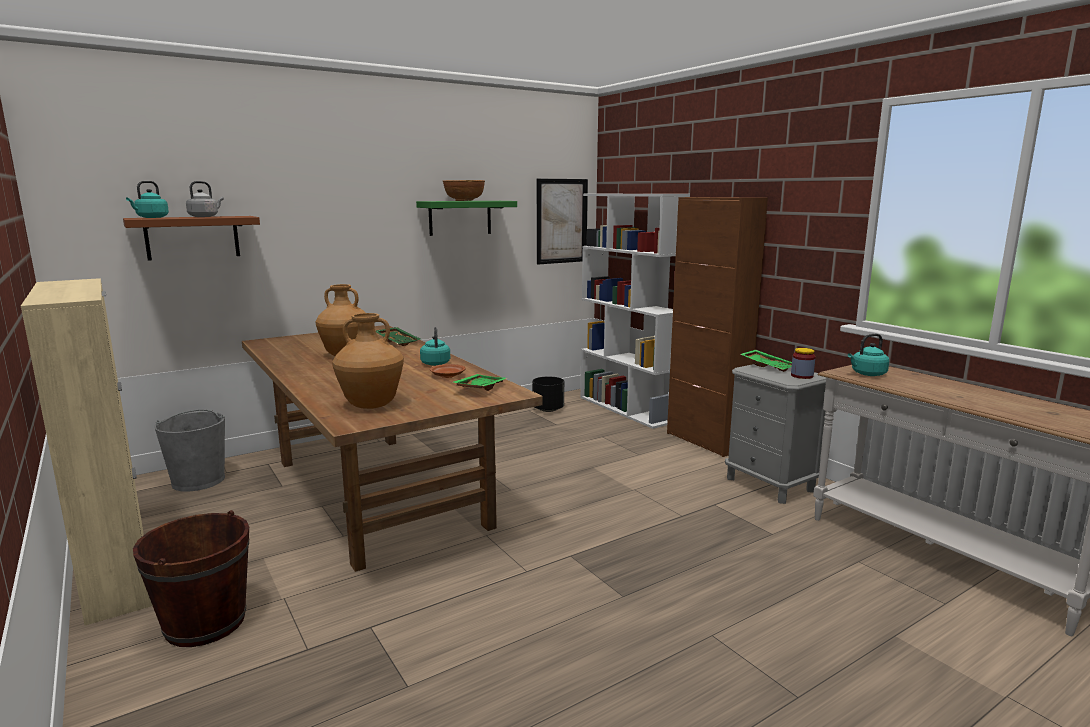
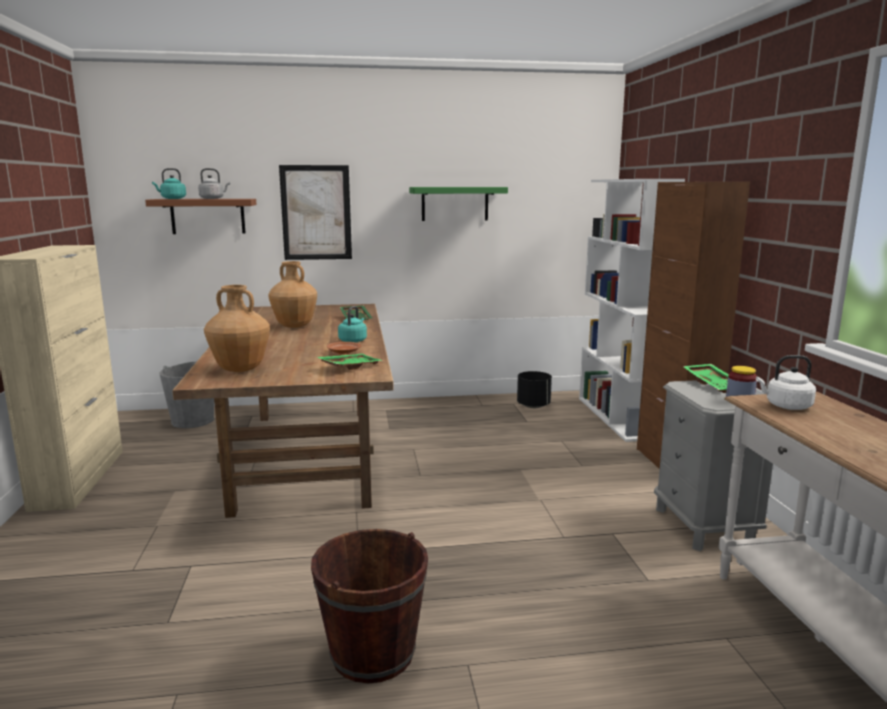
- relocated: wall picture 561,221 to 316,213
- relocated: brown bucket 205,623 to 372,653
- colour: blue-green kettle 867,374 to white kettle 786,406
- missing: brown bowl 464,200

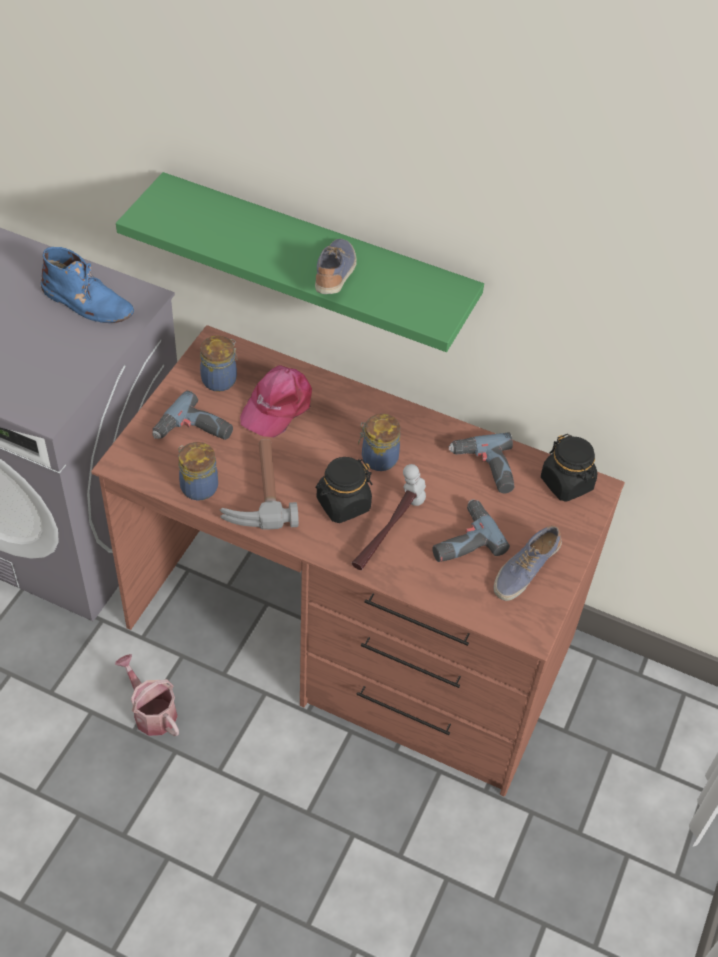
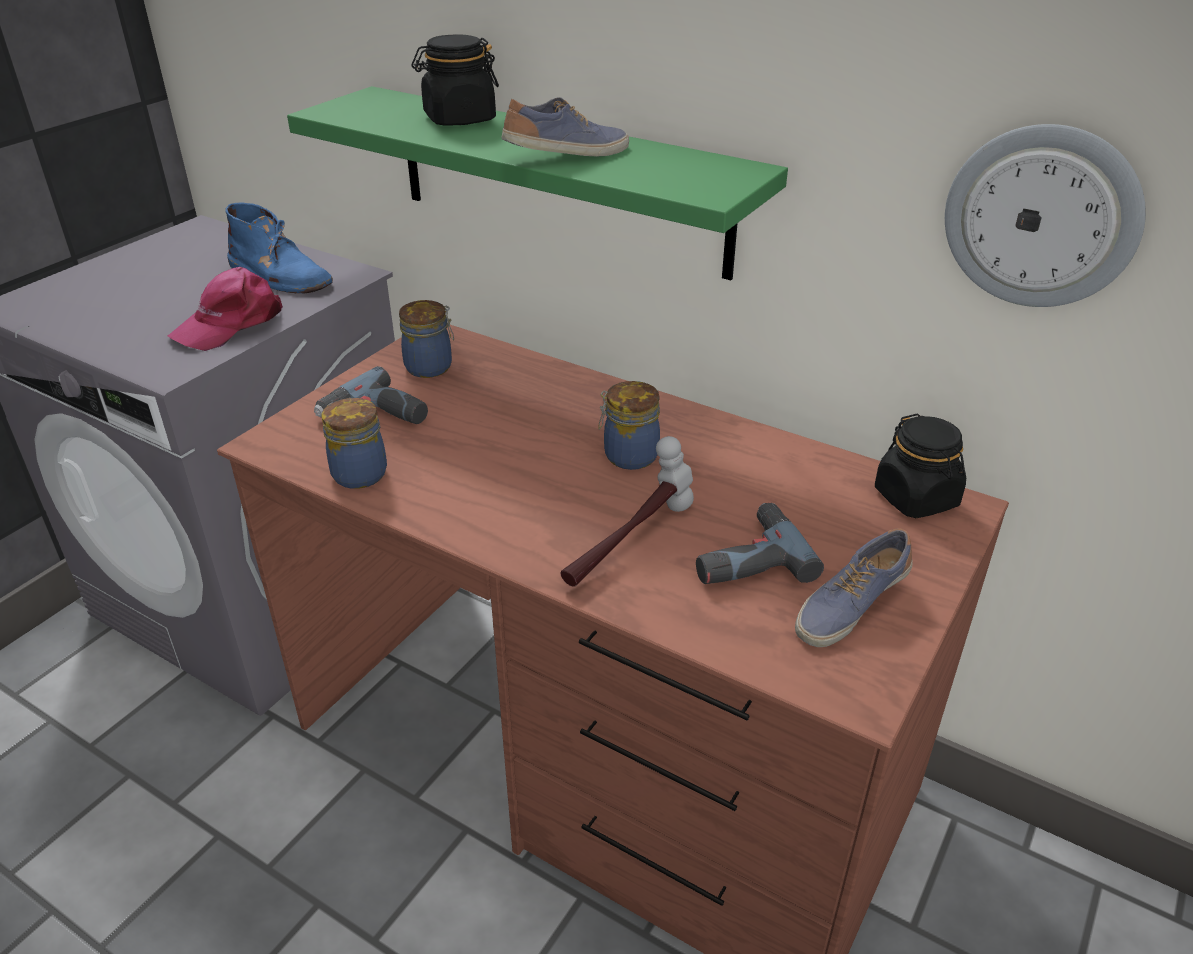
- relocated: pink cap 277,406 to 231,323
- relocated: black jar 343,504 to 459,119
- spun: item of footwear 335,275 = 568,155 45 degrees clockwise
- appeared: hanging clock 1041,217
- missing: watering pot 151,711
- missing: hand hammer 256,491
- missing: electric drill 484,469

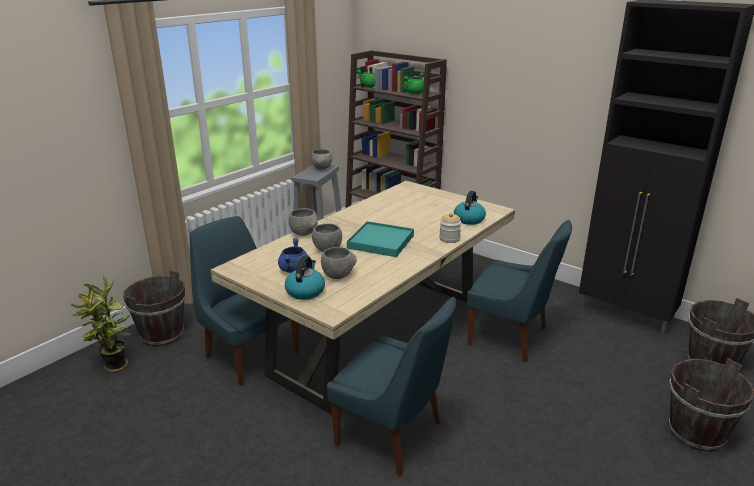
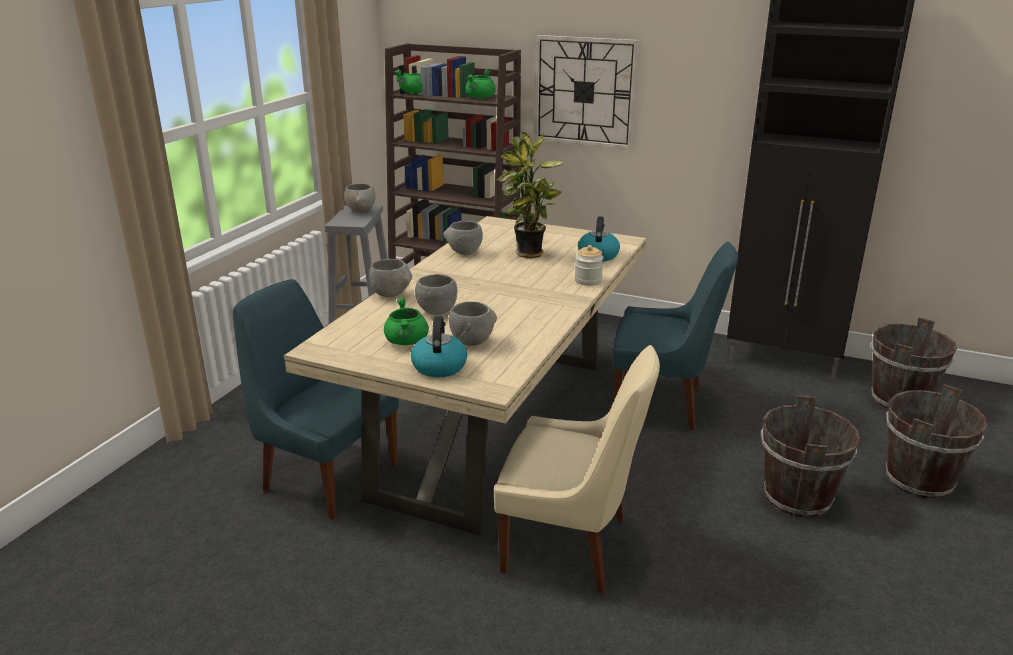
- colour: bluish saucepot 294,270 to green-coloured saucepot 407,342
- appeared: grey bowl 464,253
- colour: bluish chair 392,435 to beige-coloured chair 571,546
- relocated: potted plant 114,367 to 529,254
- appeared: hanging clock 584,91
- relocated: brown bucket 162,335 to 798,498
- missing: blue-green carrying tray 381,242

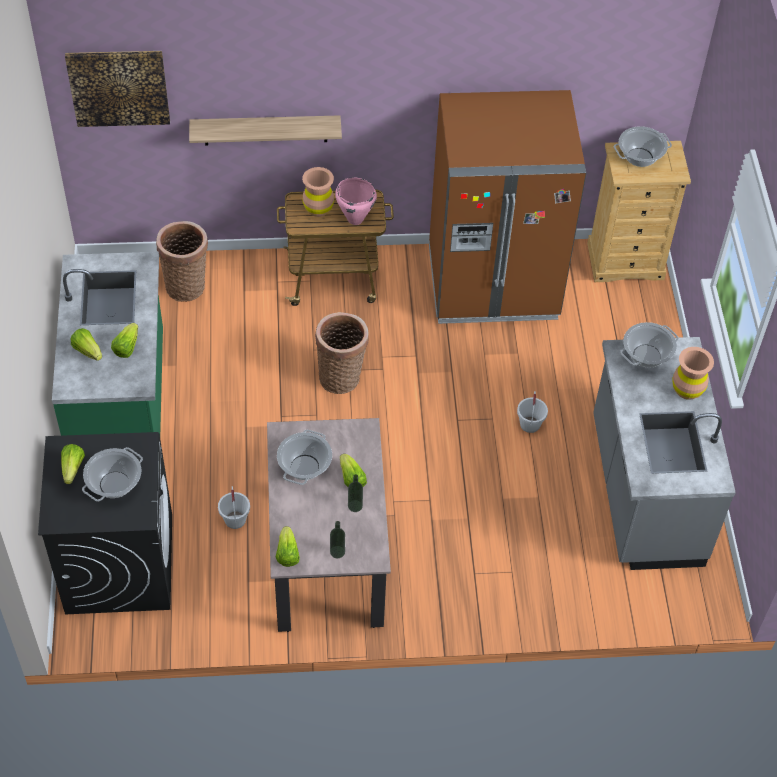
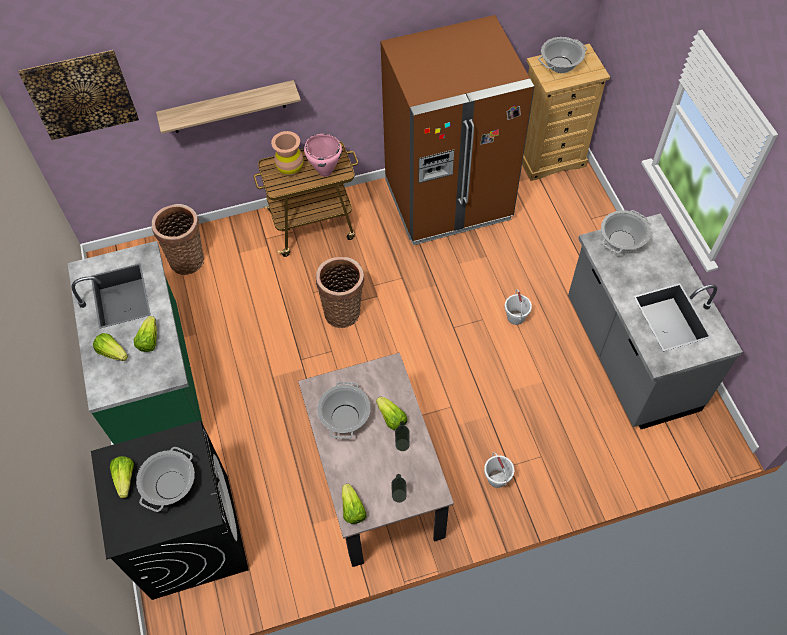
- relocated: white bucket 235,520 to 497,478
- missing: brown flower vase 687,389

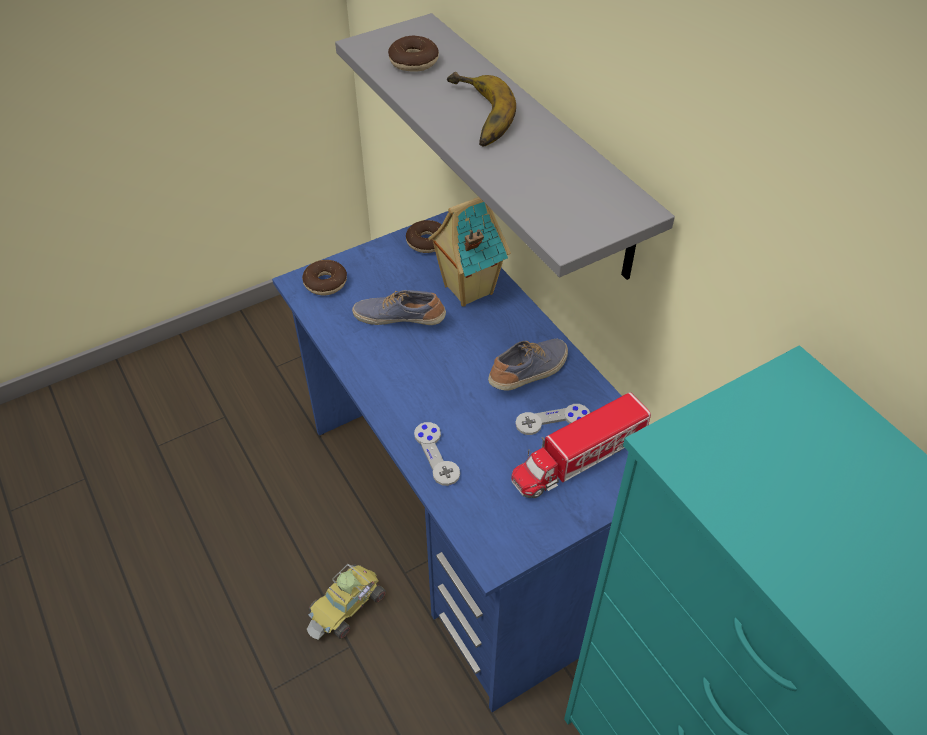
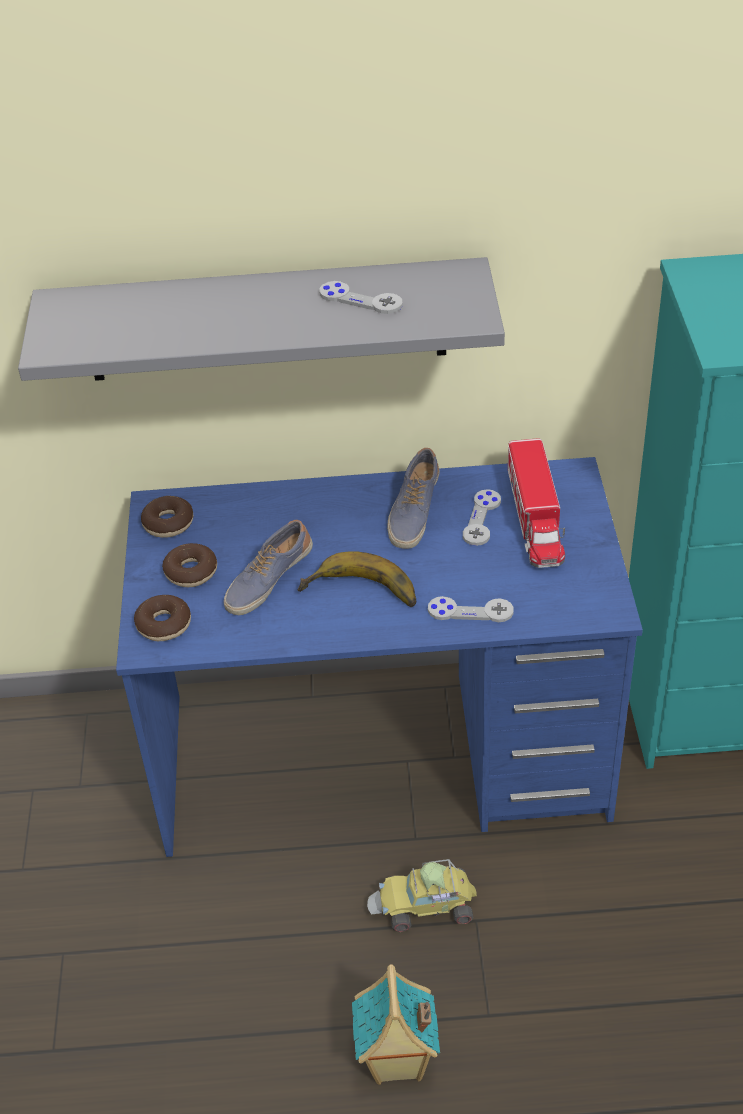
- relocated: ring doughnut 413,62 to 191,572
- relocated: banana fruit 473,116 to 360,595
- appeared: grey joypad 360,299
- relocated: miniature house 467,289 to 396,1063
- spun: toy car 347,606 = 426,906 105 degrees clockwise
- spun: item of footwear 529,373 = 413,513 150 degrees counterclockwise

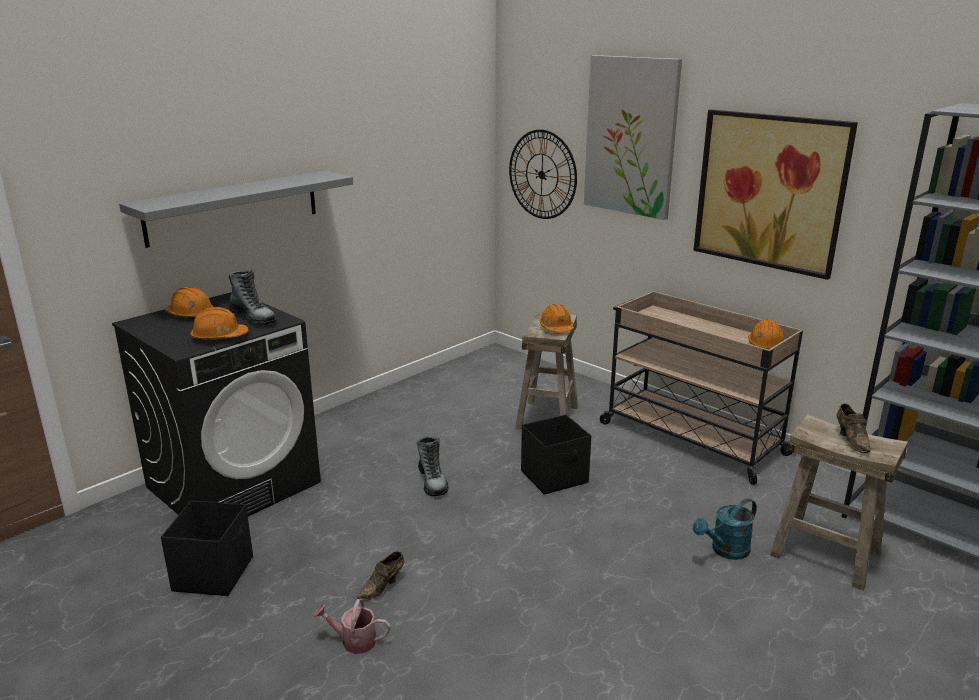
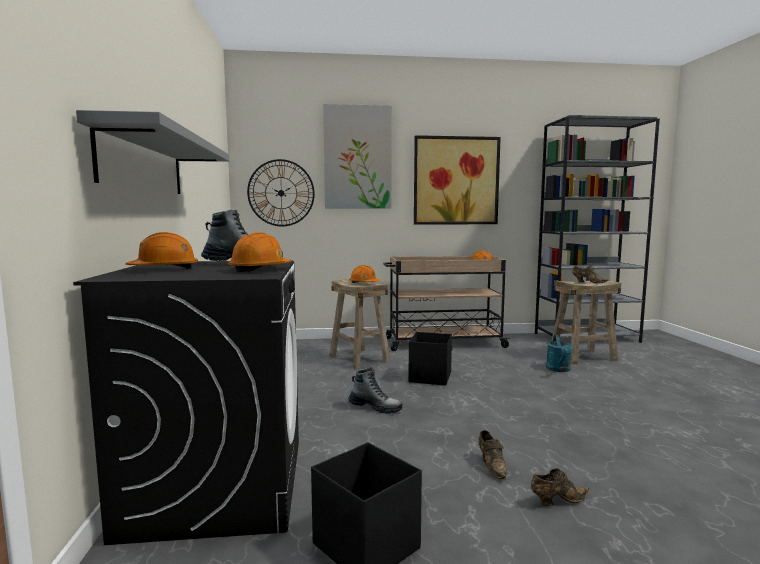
- exchanged: watering pot 354,641 to brown item of footwear 557,500

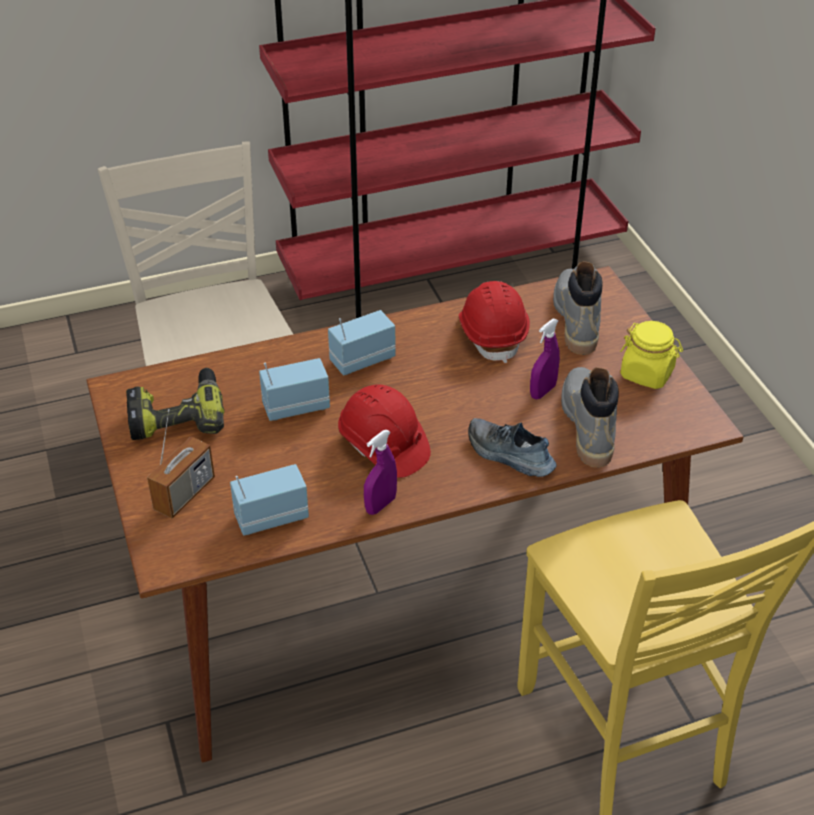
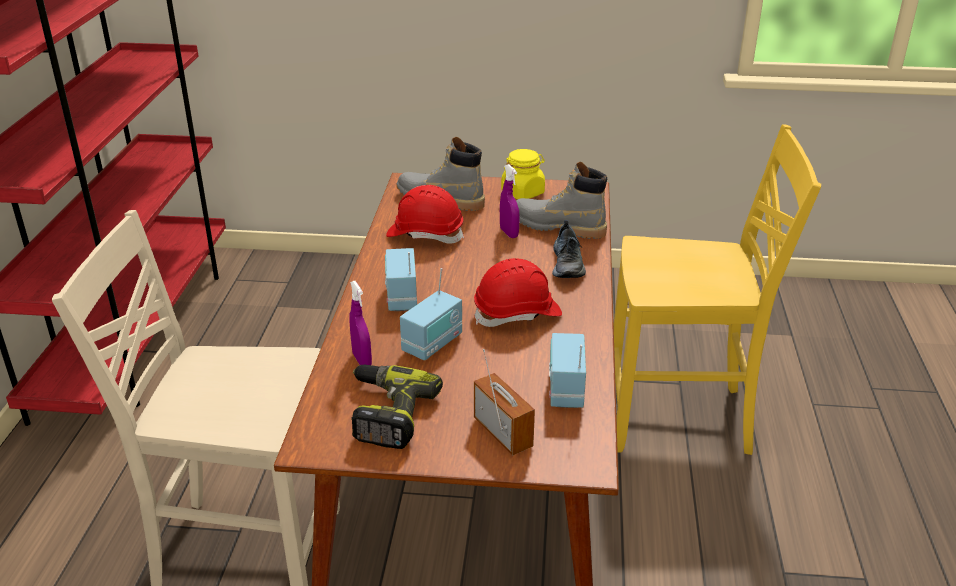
- relocated: purple-coloured hand sprayer 380,505 to 362,360
- spun: radio set 296,407 = 433,344 150 degrees counterclockwise
- spun: item of footwear 509,456 = 568,264 60 degrees counterclockwise

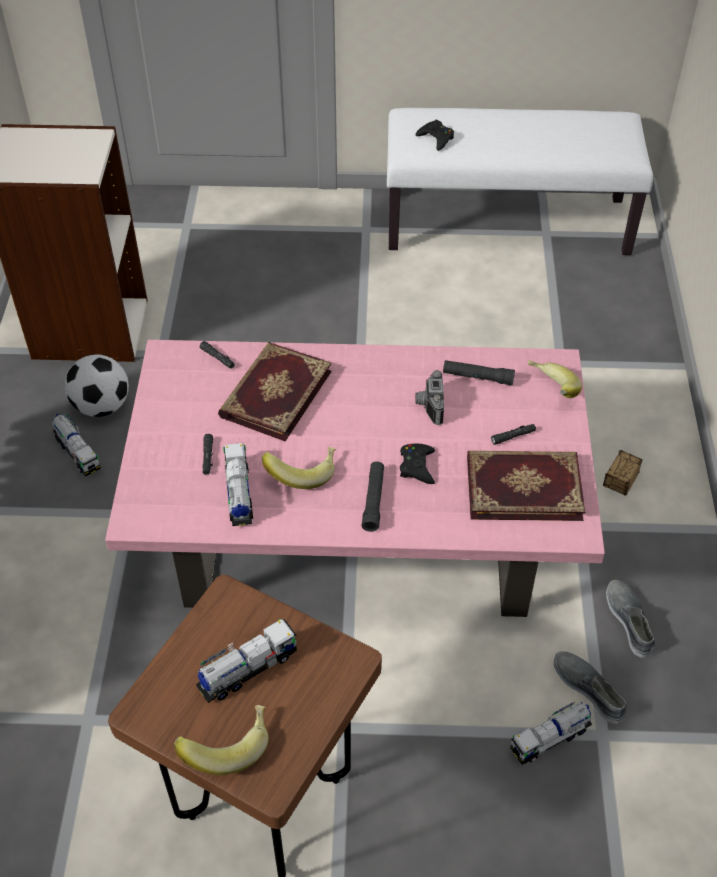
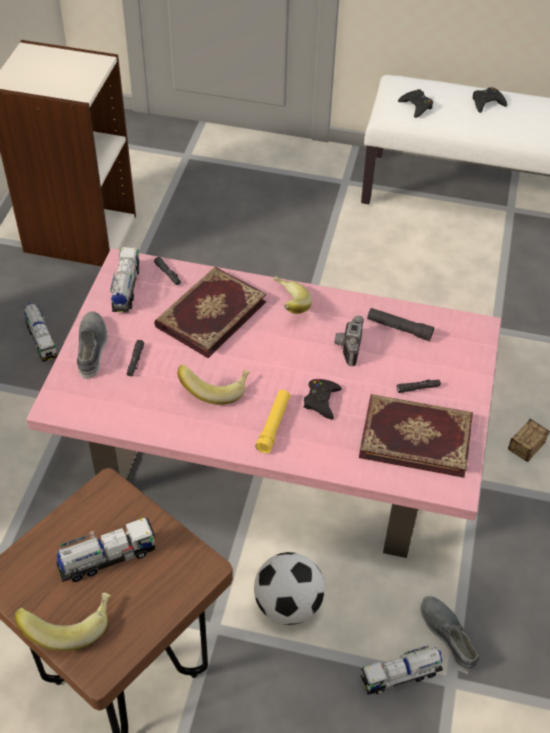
- relocated: grey item of footwear 629,620 to 92,347
- relocated: toy truck 239,493 to 126,289
- relocated: ball for football 102,406 to 288,604
- colour: black torch 373,500 to yellow torch 273,425
- relocated: banana fruit 549,391 to 286,306
- appeared: black joypad 487,103

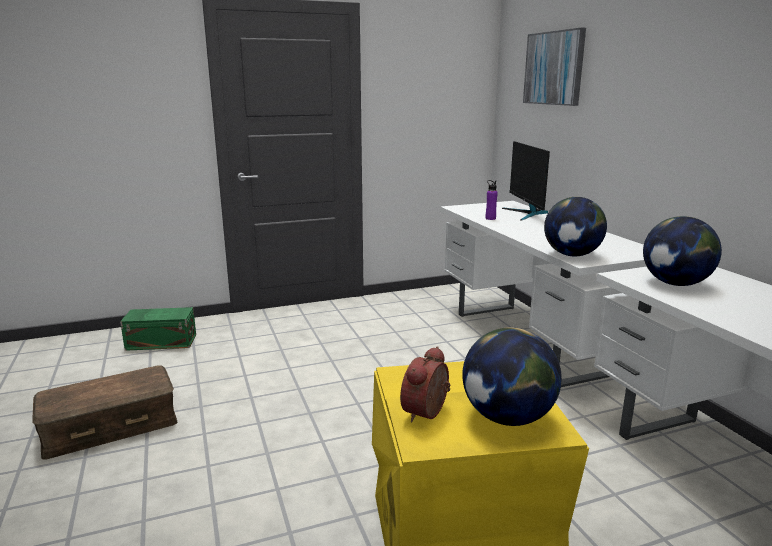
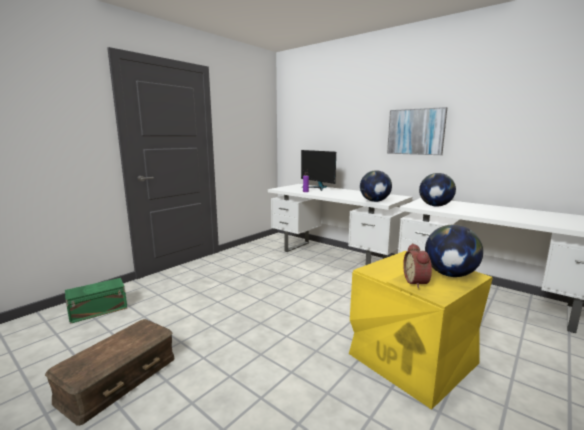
- relocated: wall picture 554,68 to 416,132

